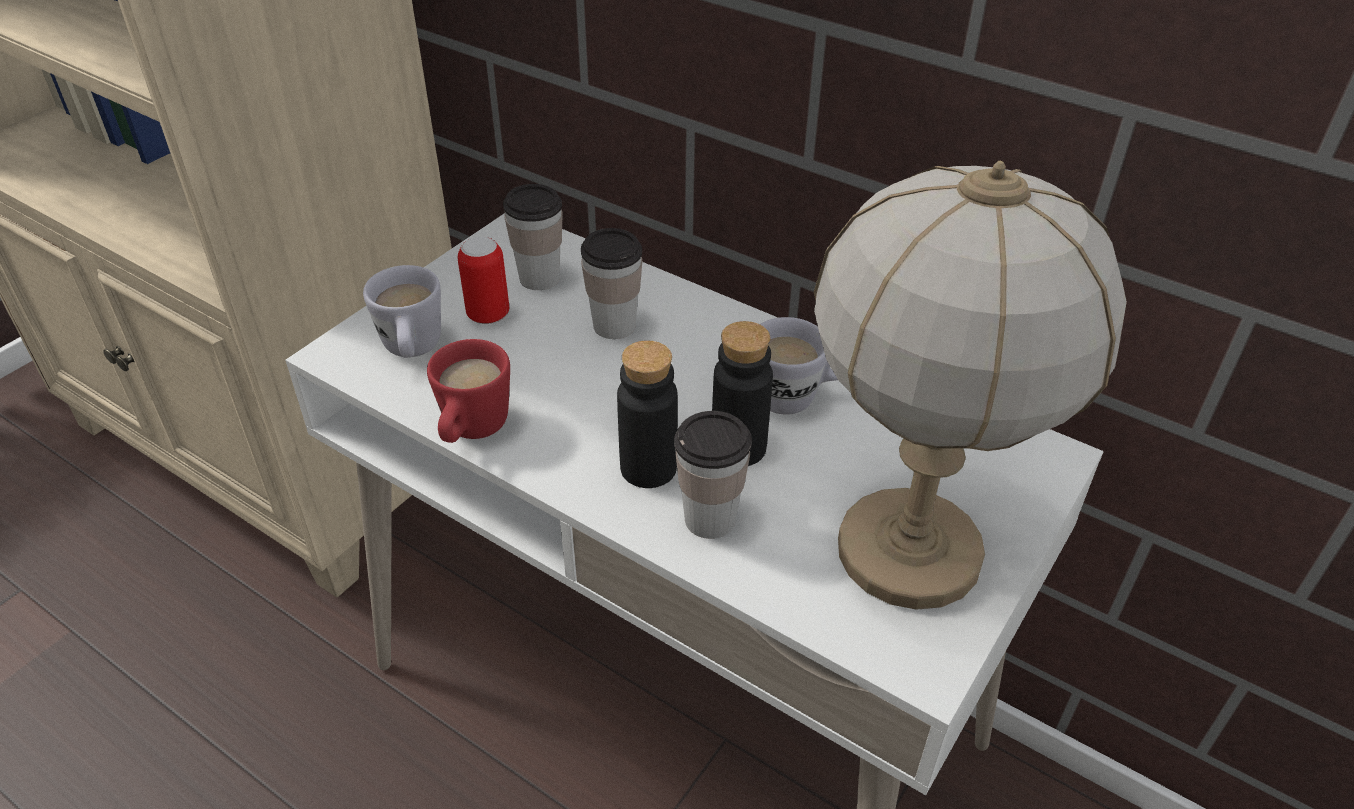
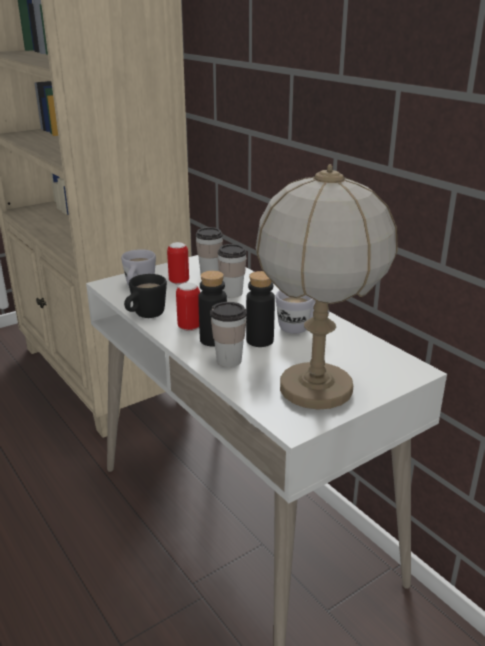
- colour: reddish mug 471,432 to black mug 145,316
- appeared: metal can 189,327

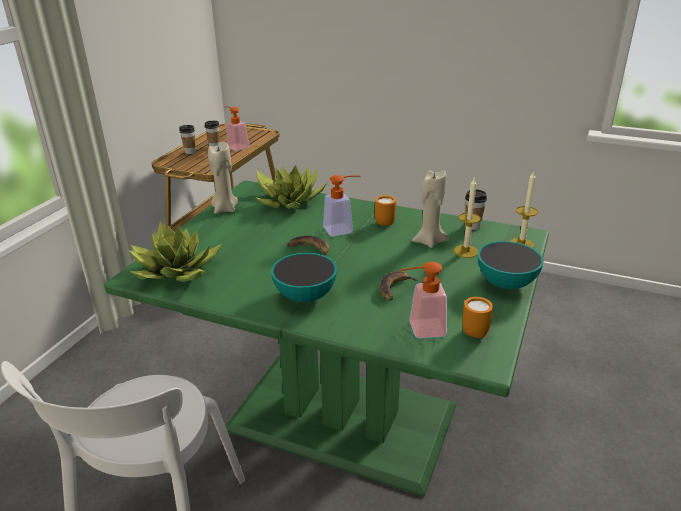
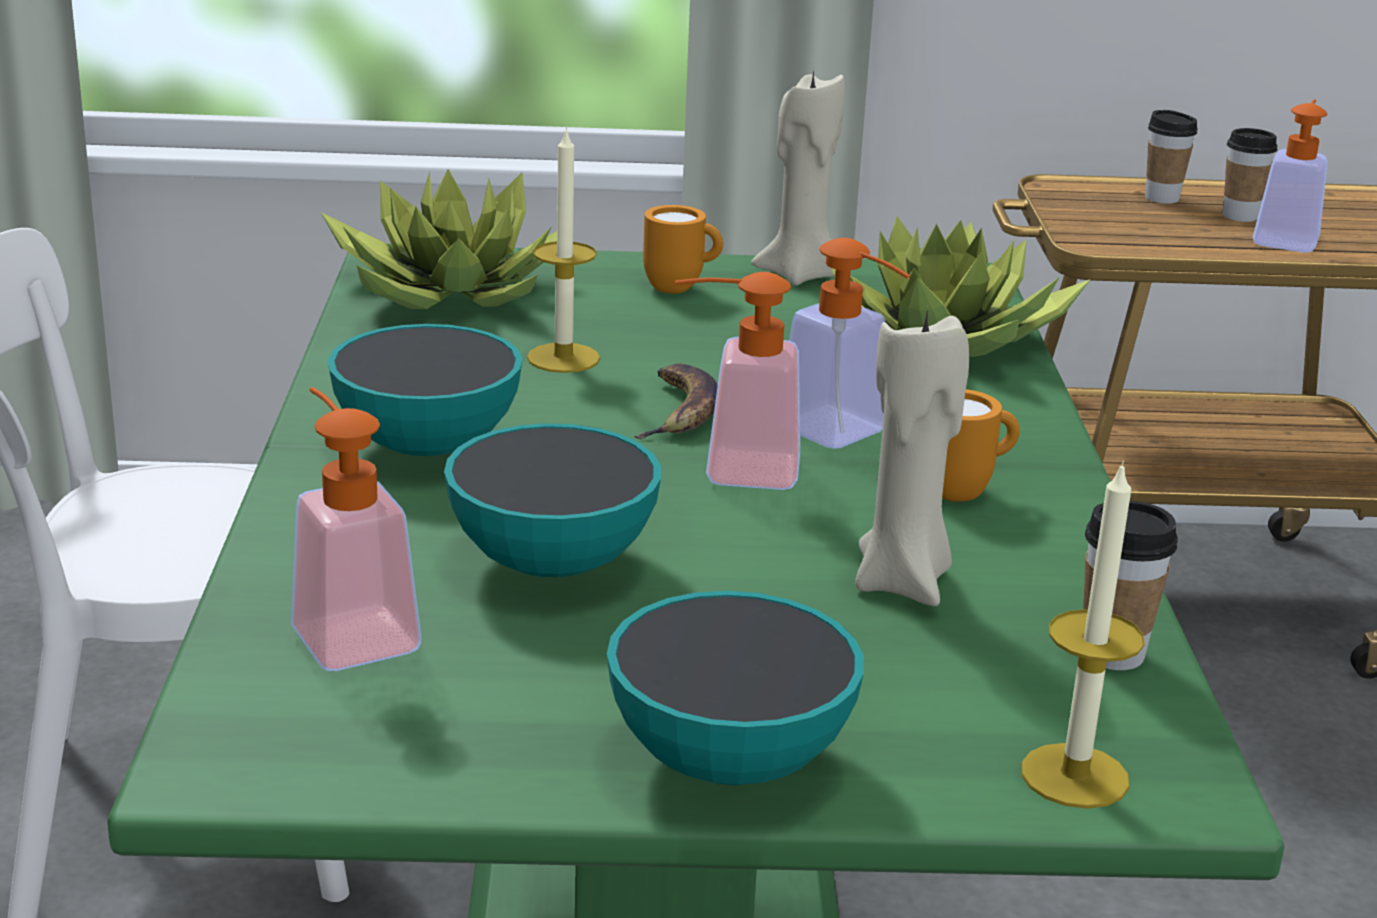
- exchanged: banana fruit 395,288 to bowl 552,563
- relocated: wax light 466,251 to 563,358
- relocated: orangey mug 476,331 to 681,289
- appeared: soap dispenser 732,470

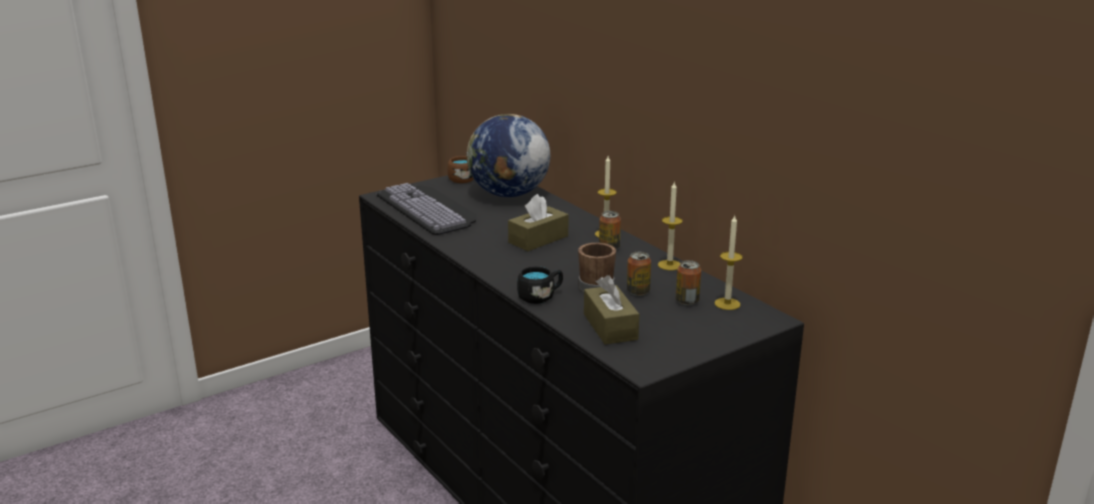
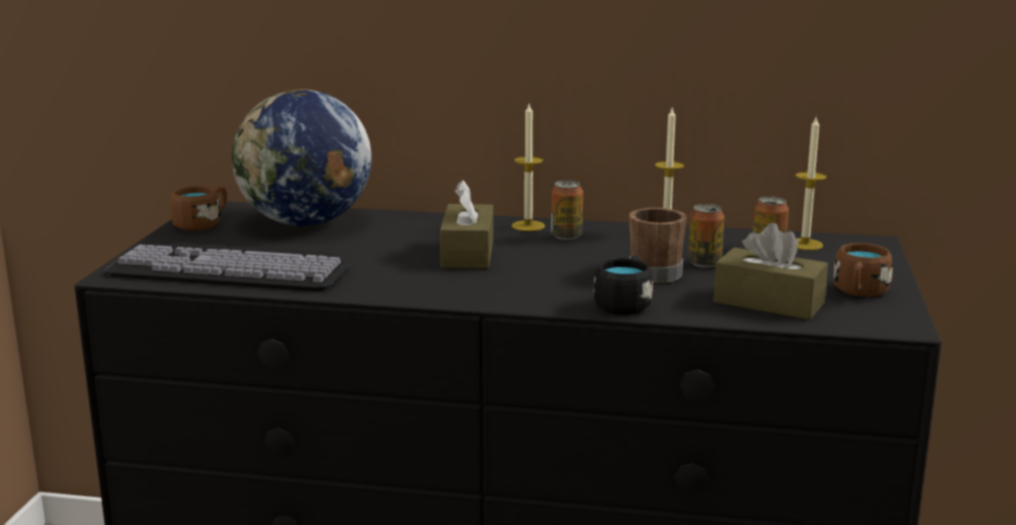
- appeared: brown mug 859,292

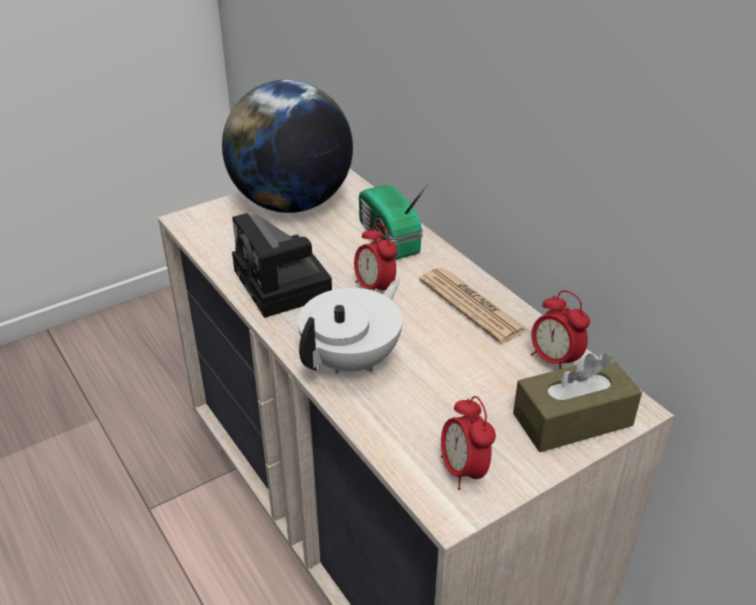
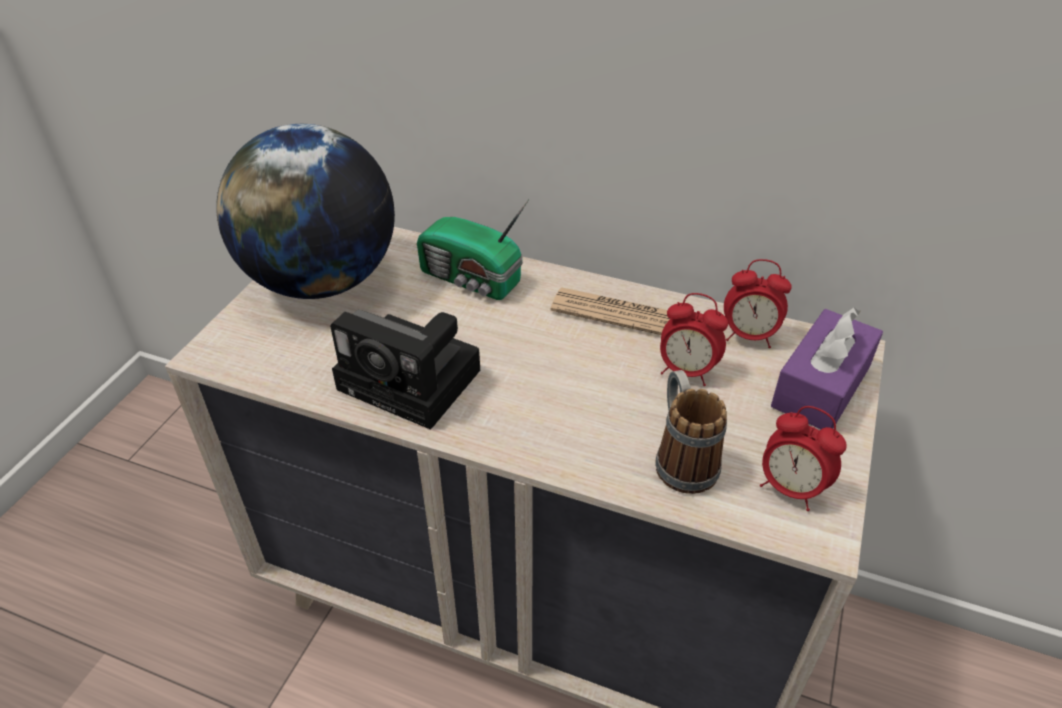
- appeared: mug 681,458
- relocated: alarm clock 375,288 to 686,371
- colour: brown box of tissues 572,419 to purple-coloured box of tissues 821,386
- missing: white teapot 353,359

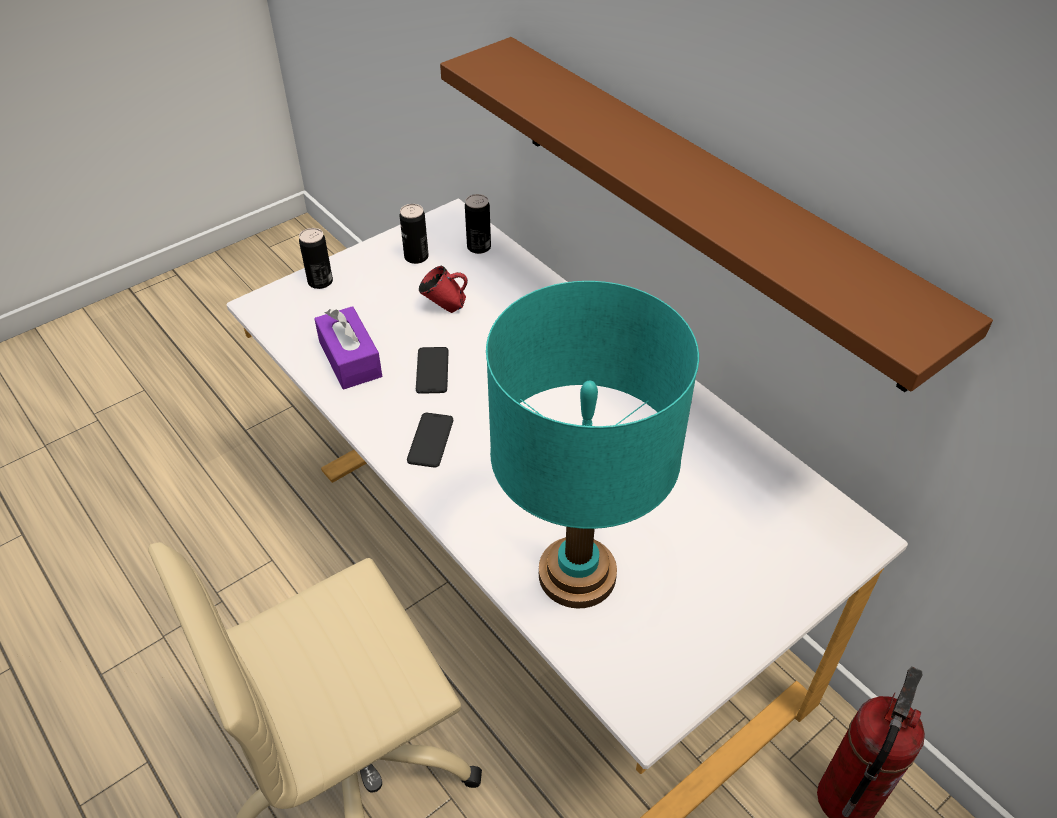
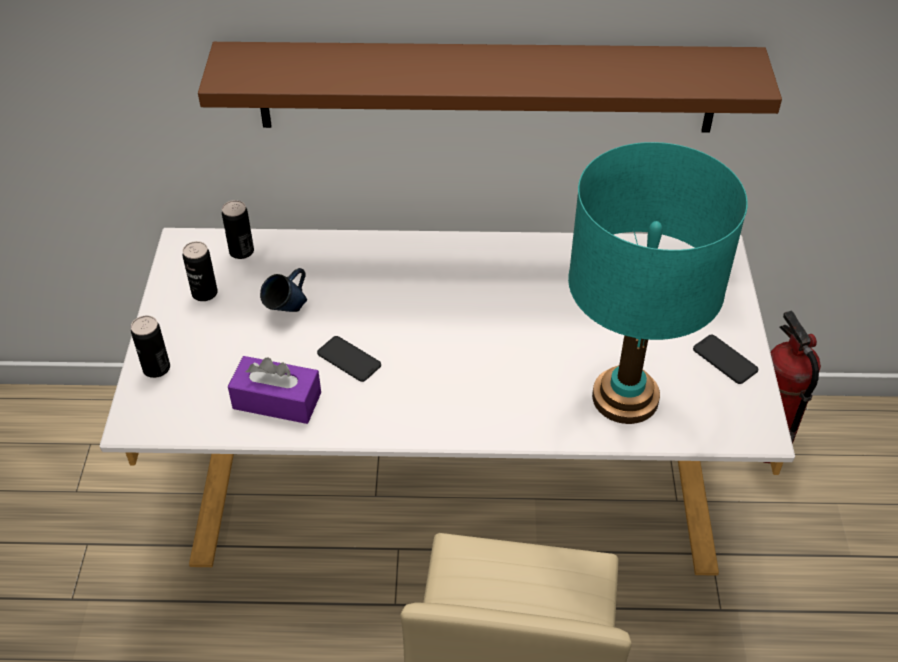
- colour: reddish mug 445,308 to bluish mug 288,312
- relocated: phone 430,440 to 725,359

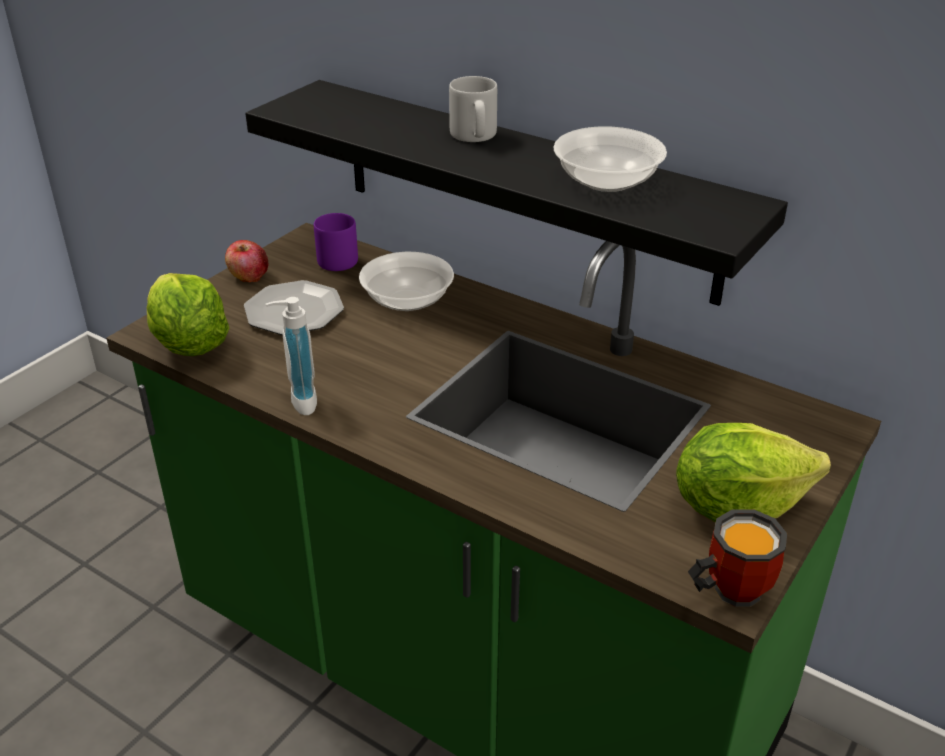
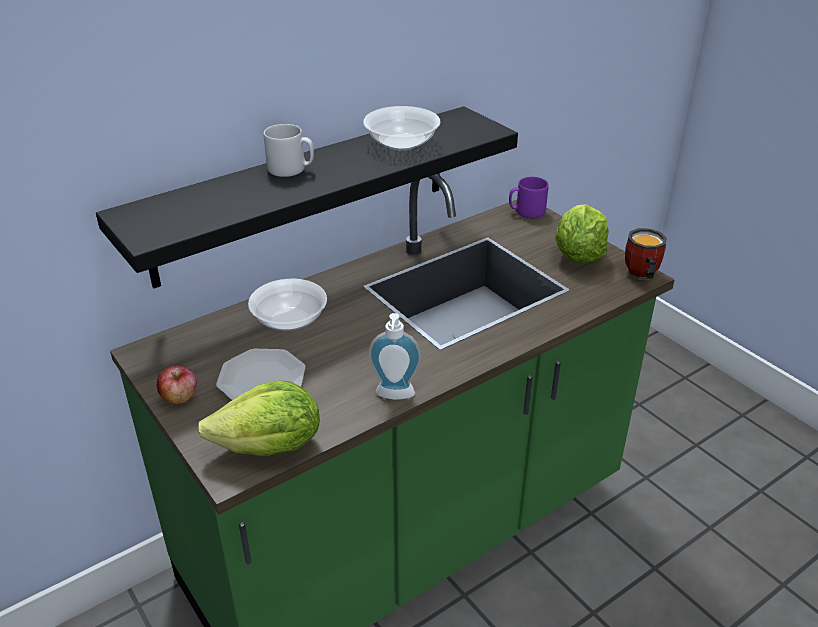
- relocated: purple-coloured mug 336,259 to 526,212

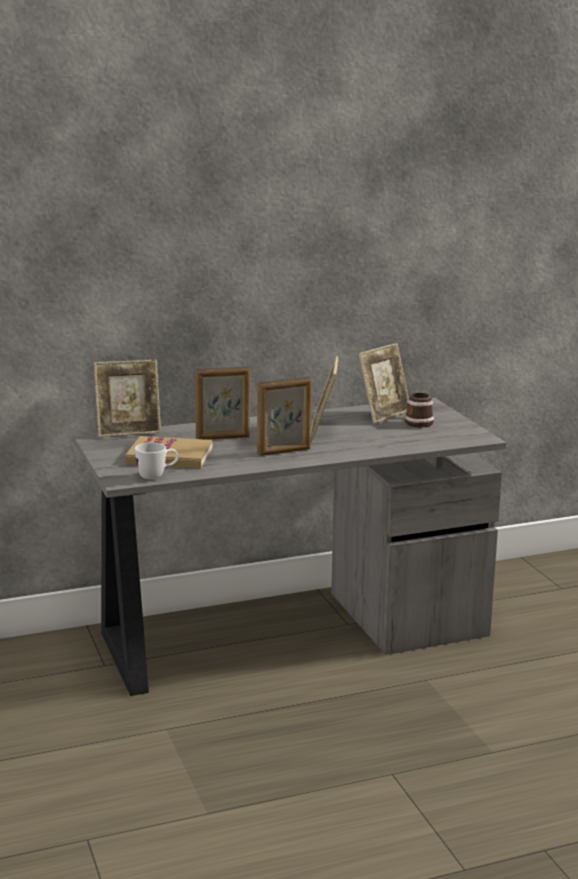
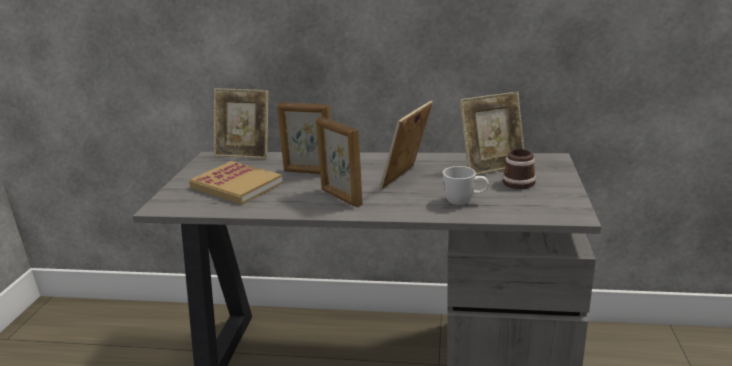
- spun: standing frame 284,451 = 341,197 45 degrees clockwise
- relocated: white mug 157,476 to 465,202

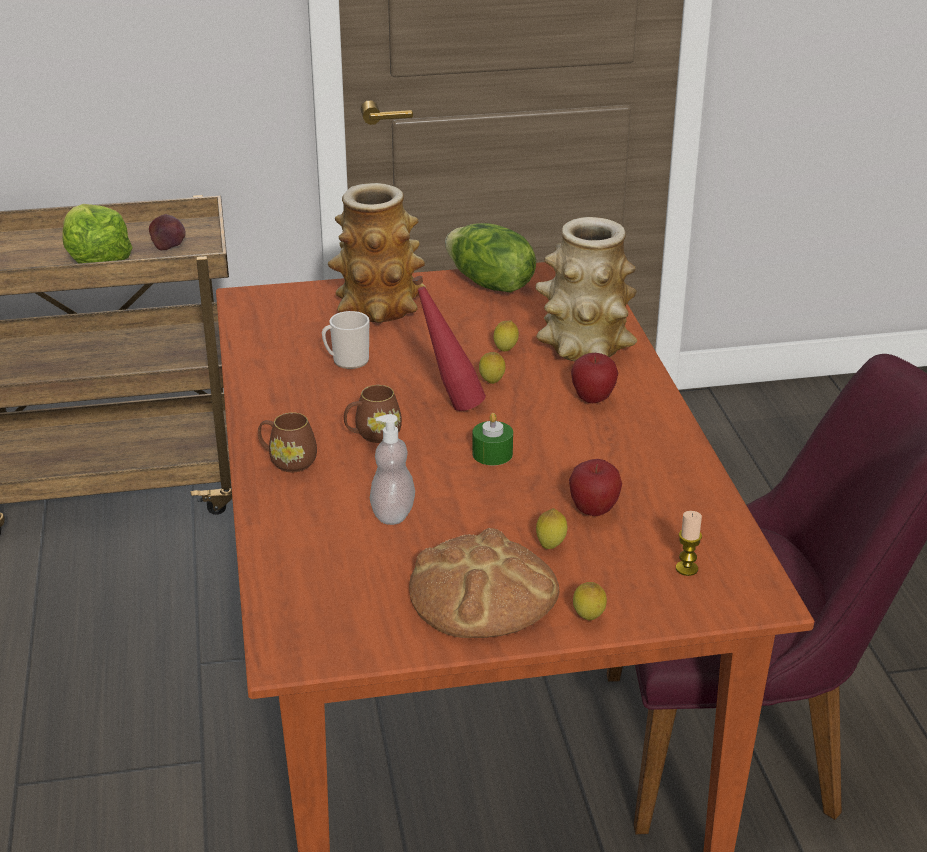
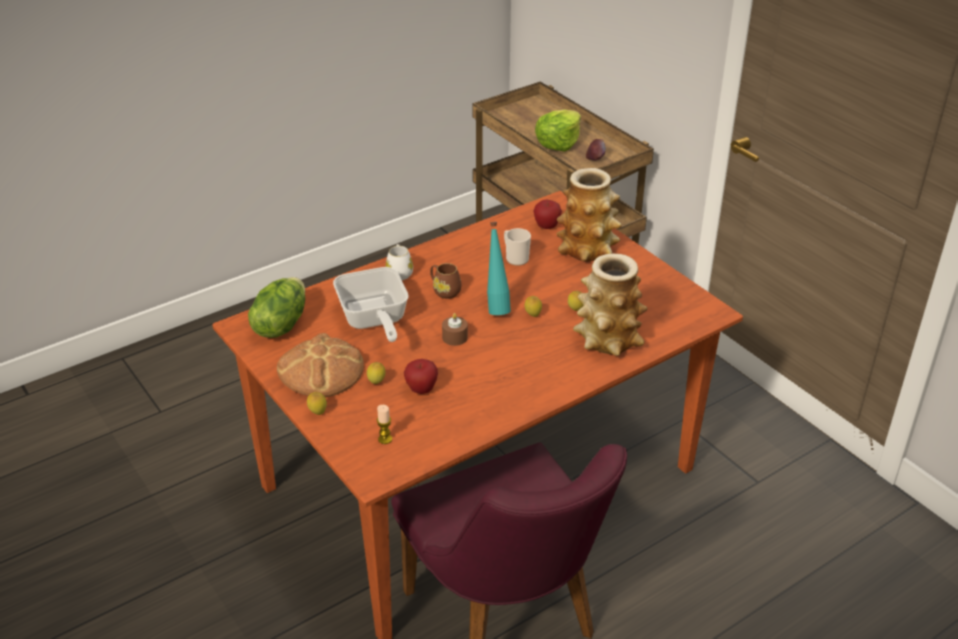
- relocated: lettuce head 489,284 to 280,324
- exchanged: soap dispenser 393,513 to pan 373,320
- colour: brown mug 288,461 to white mug 399,272
- colour: green-coloured wax light 492,454 to brown wax light 455,337
- colour: reddish drink bottle 449,404 to blue-green drink bottle 496,307
- relocated: whole apple 593,399 to 546,227

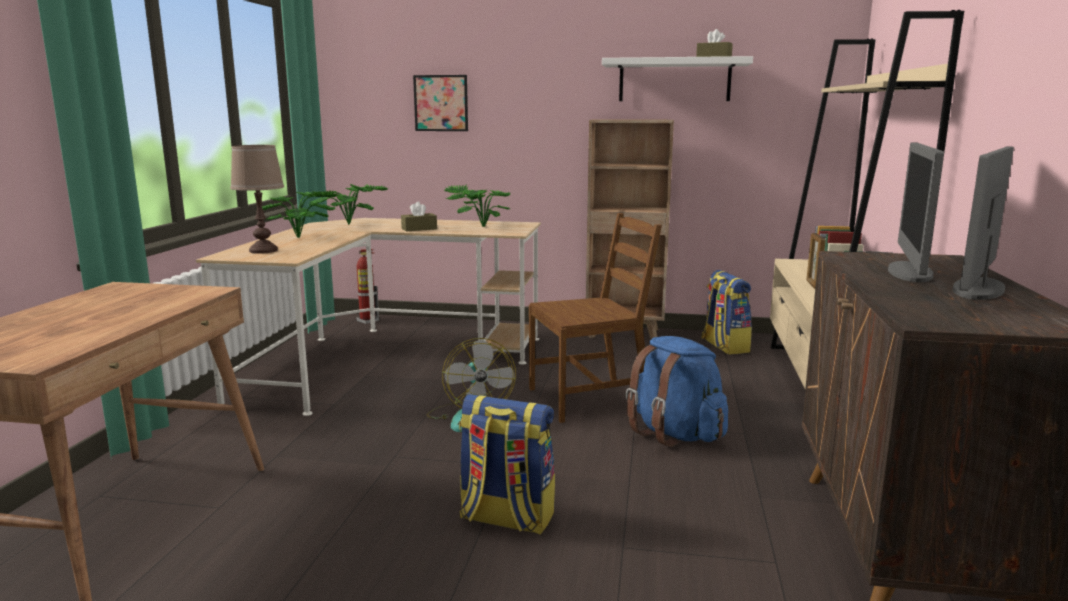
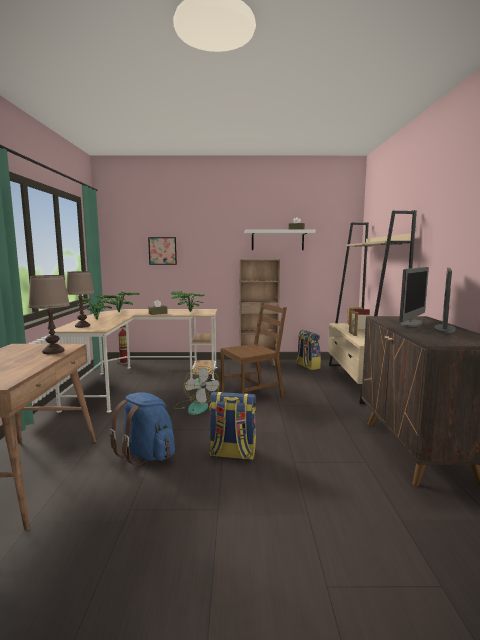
- appeared: brown table lamp 53,351
- relocated: bluish backpack 675,434 to 146,455
- spun: computer display 910,273 = 411,323 150 degrees counterclockwise

